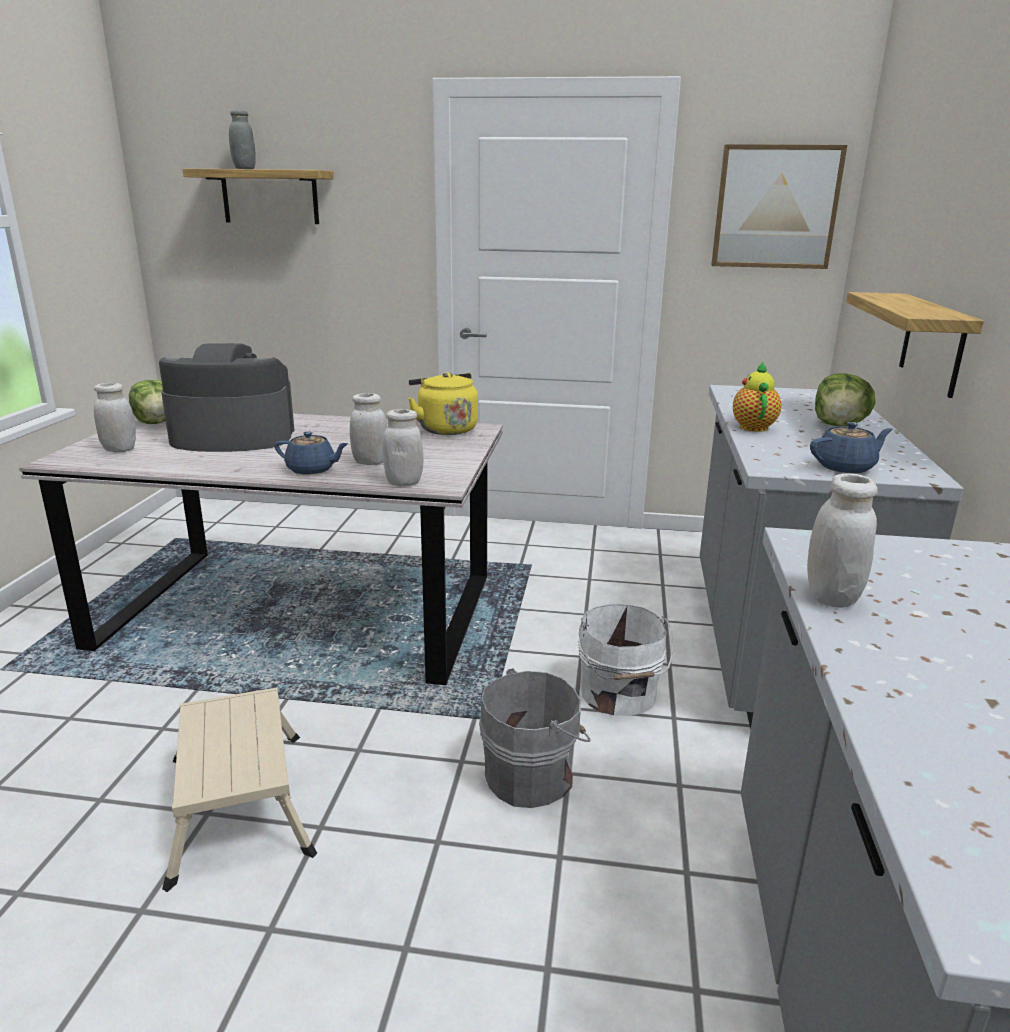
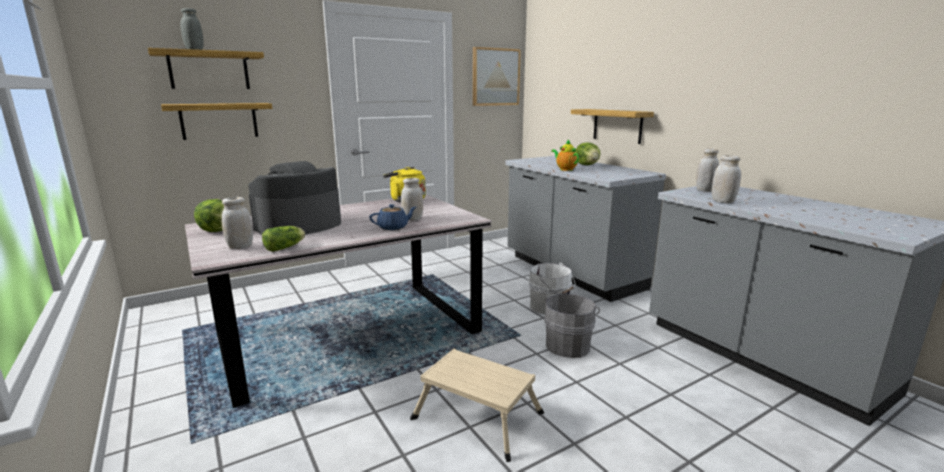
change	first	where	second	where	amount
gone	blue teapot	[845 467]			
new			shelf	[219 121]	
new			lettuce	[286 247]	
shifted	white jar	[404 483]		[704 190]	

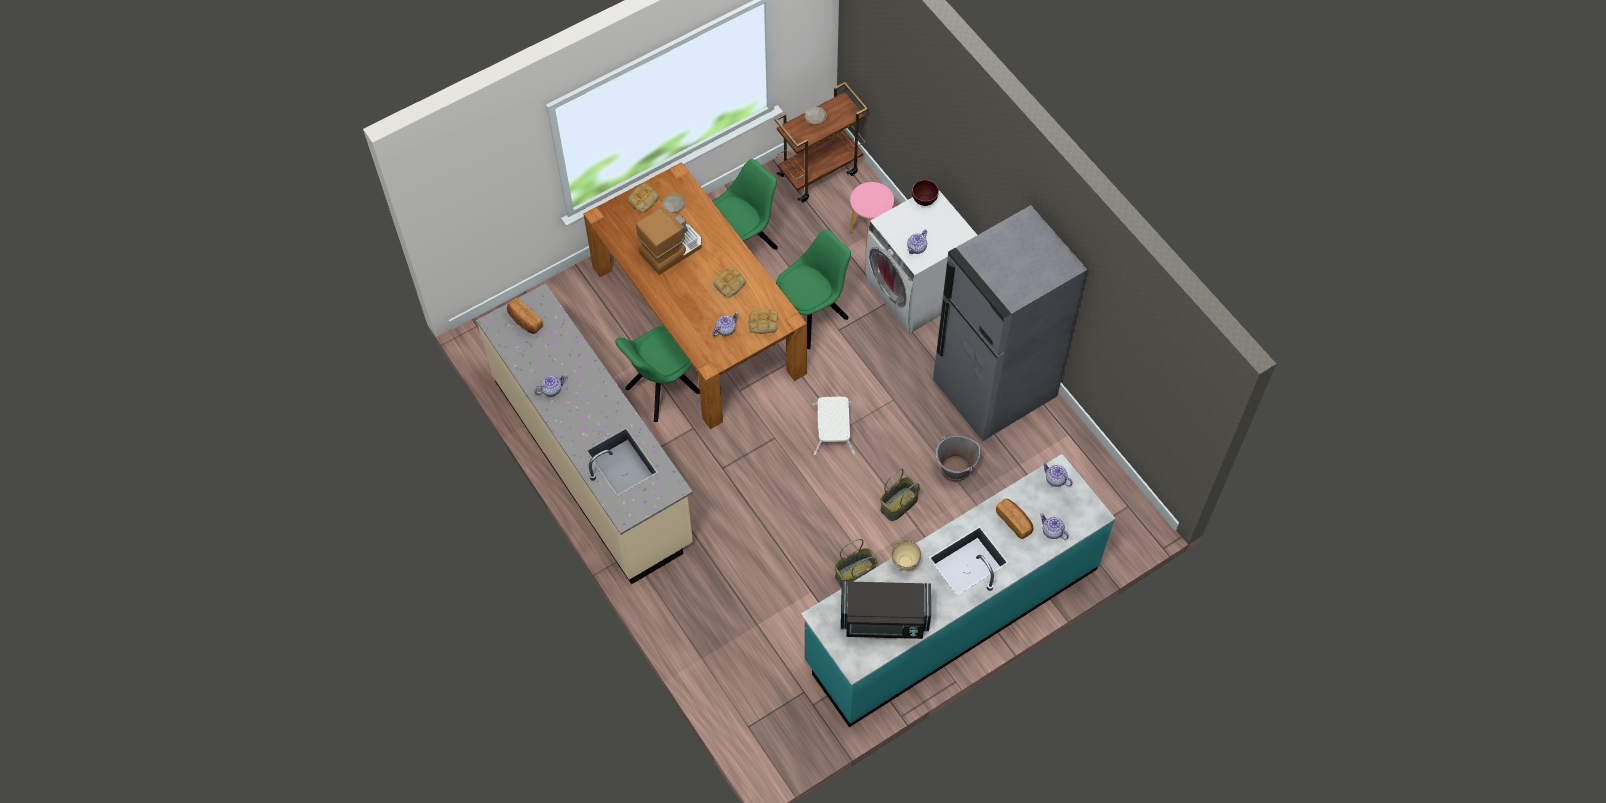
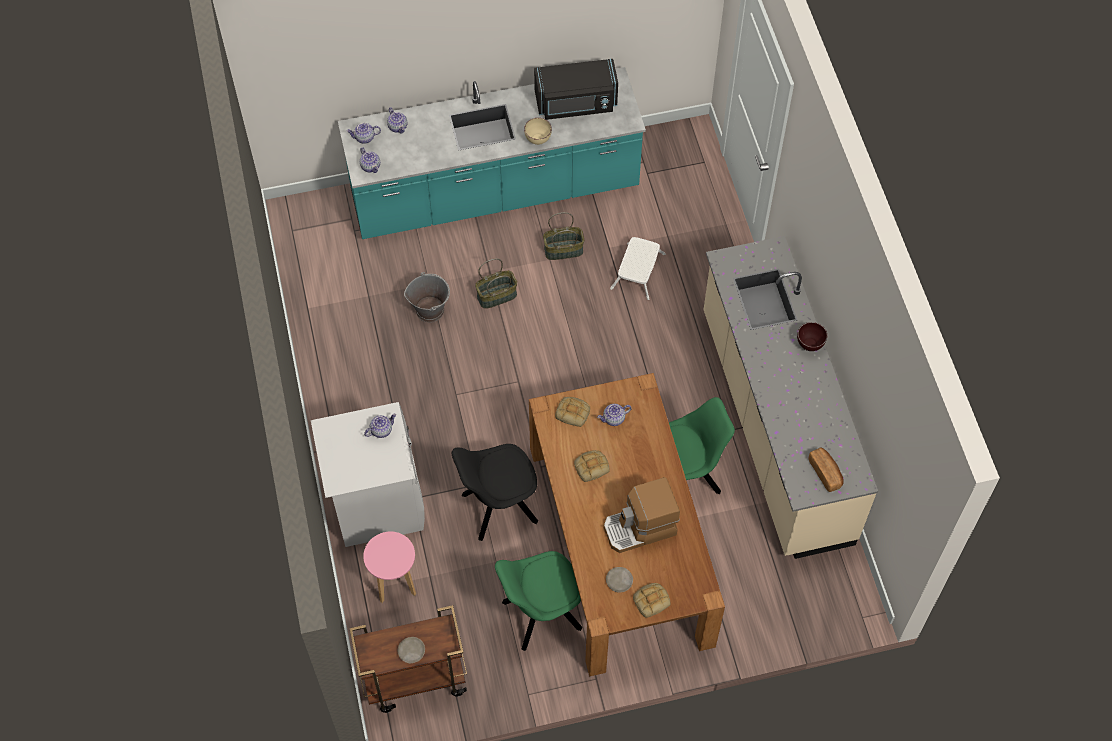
change	first	where	second	where	amount
gone	grey fridge	[995 388]			
gone	bread	[1014 521]			
shifted	teapot	[551 389]		[364 138]	
shifted	white step ladder	[833 428]		[638 271]	
shifted	brown bowl	[924 202]		[809 344]	
repainted	green chair	[812 317]	black chair	[498 507]	
rotated	black microwave	[884 620]		[576 103]	150 degrees clockwise

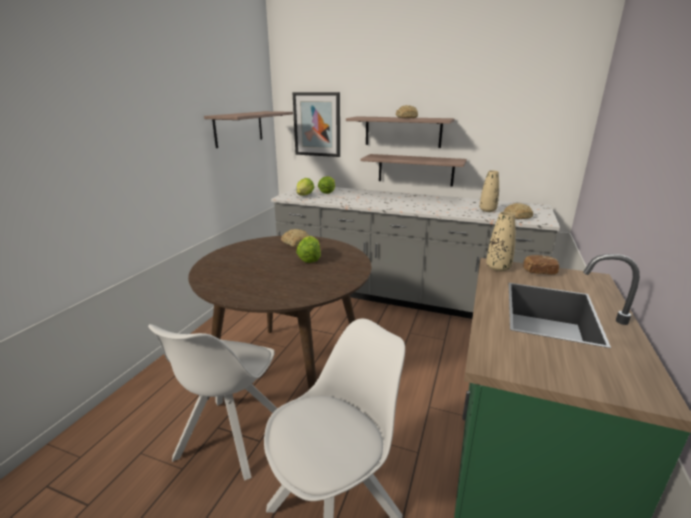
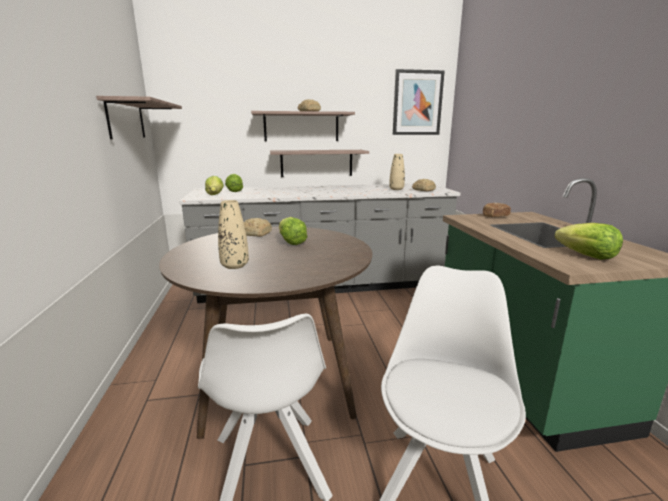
change	first	where	second	where	amount
new			lettuce	[587 256]	
shifted	picture	[317 124]		[417 103]	
shifted	beige vase	[498 268]		[234 265]	

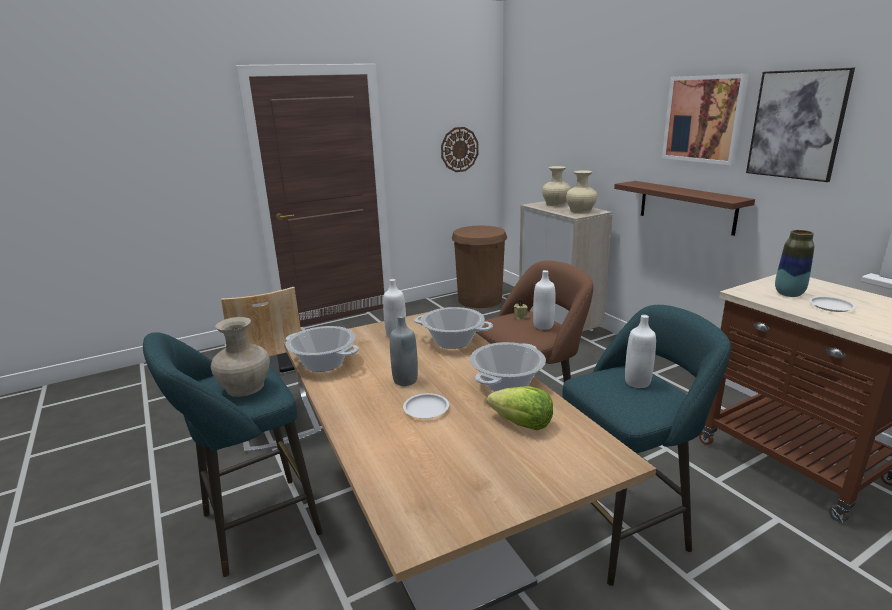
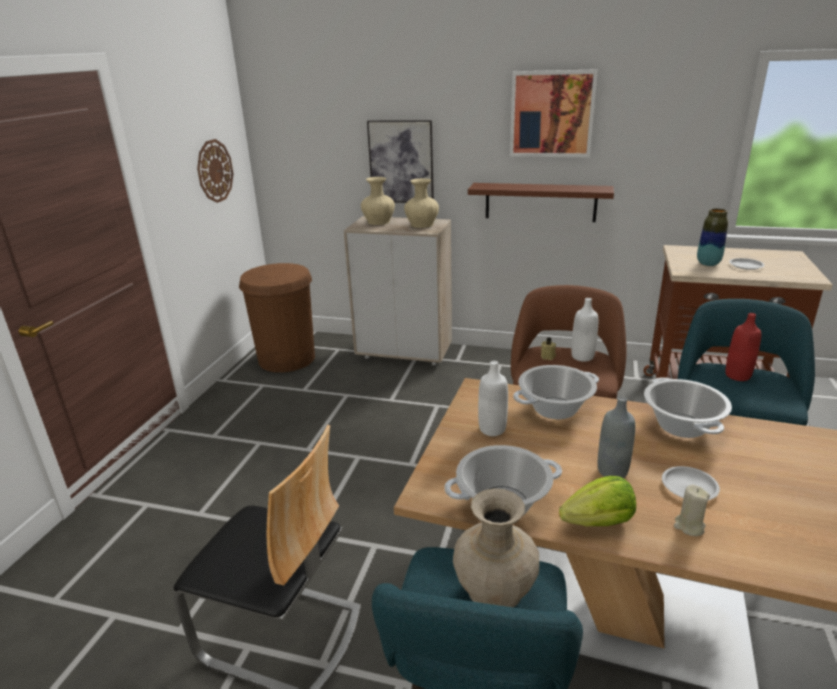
change	first	where	second	where	amount
new			beige candle	[689 526]	
shifted	lettuce	[522 424]		[598 522]	
shifted	picture	[796 125]		[401 162]	
repainted	white bottle	[637 382]	red bottle	[737 376]	

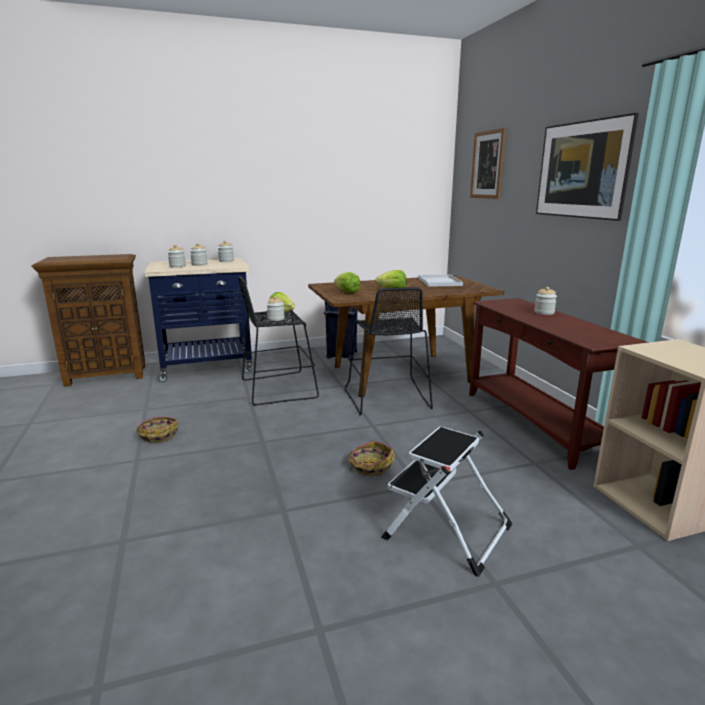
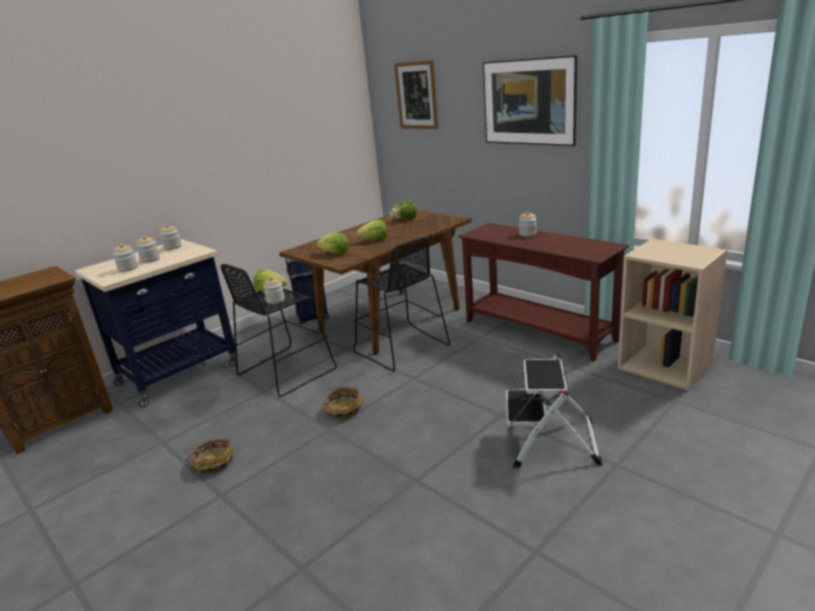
change	first	where	second	where	amount
shifted	basket	[370 466]		[343 410]	
swapped	white tray	[440 282]	lettuce	[404 220]	

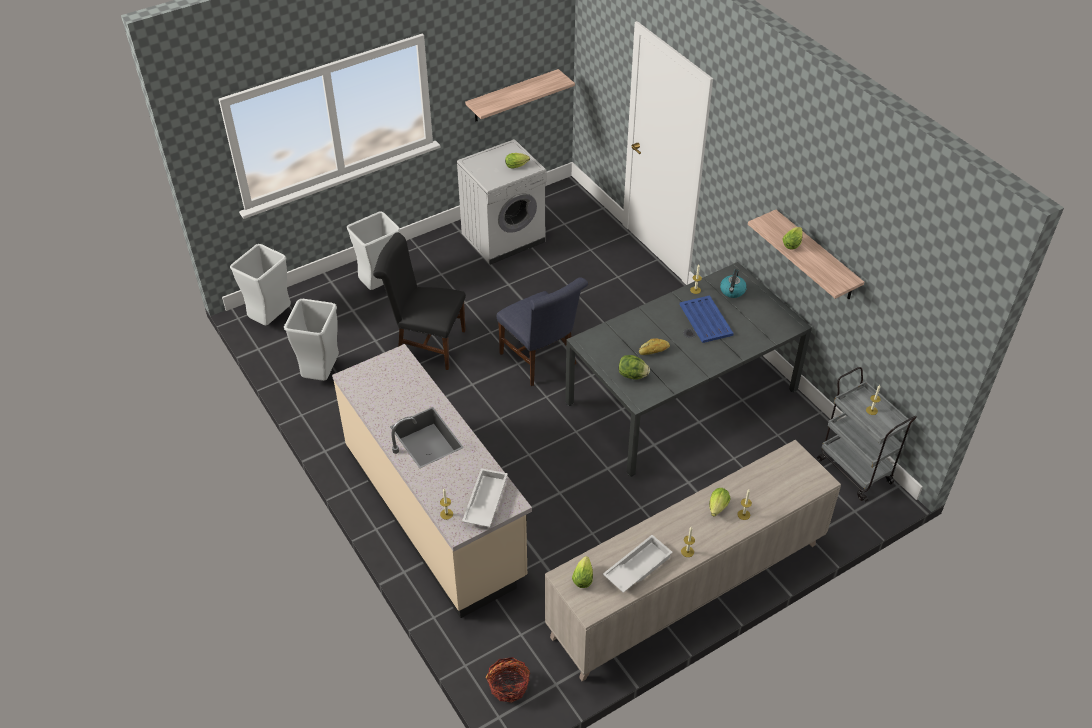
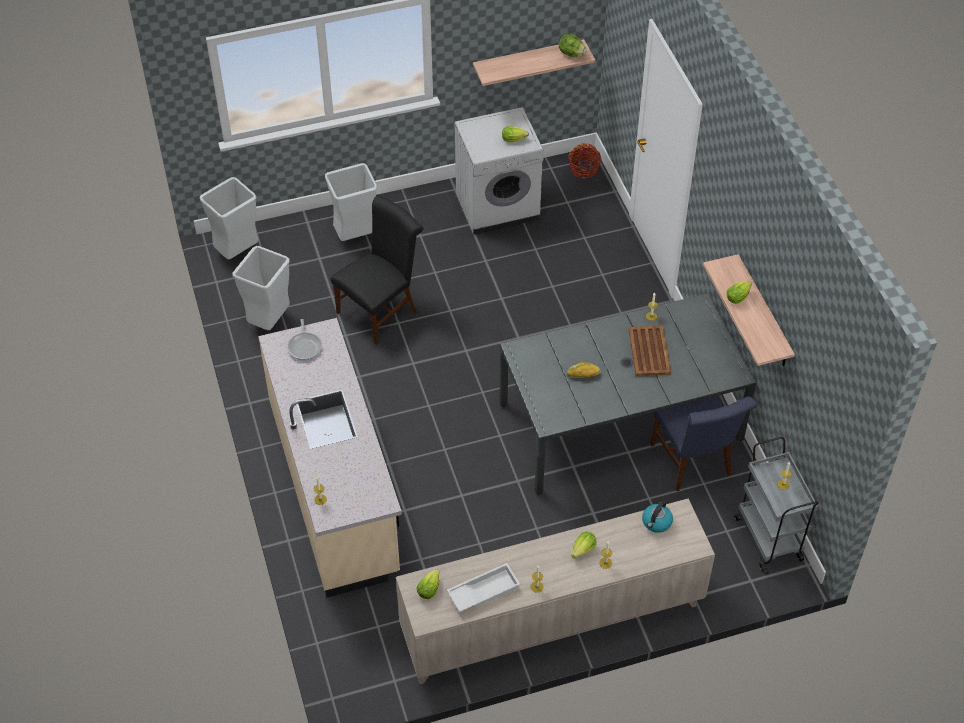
change	first	where	second	where	amount
gone	white tray	[484 501]			
new			frying pan	[305 346]	
shifted	basket	[508 686]		[584 169]	
shifted	blue chair	[541 361]		[693 463]	
shifted	lettuce	[632 375]		[571 54]	
shifted	kettle	[732 291]		[656 522]	
repainted	blue tray	[705 319]	brown tray	[649 351]	
rotated	black chair	[426 344]		[381 310]	105 degrees clockwise

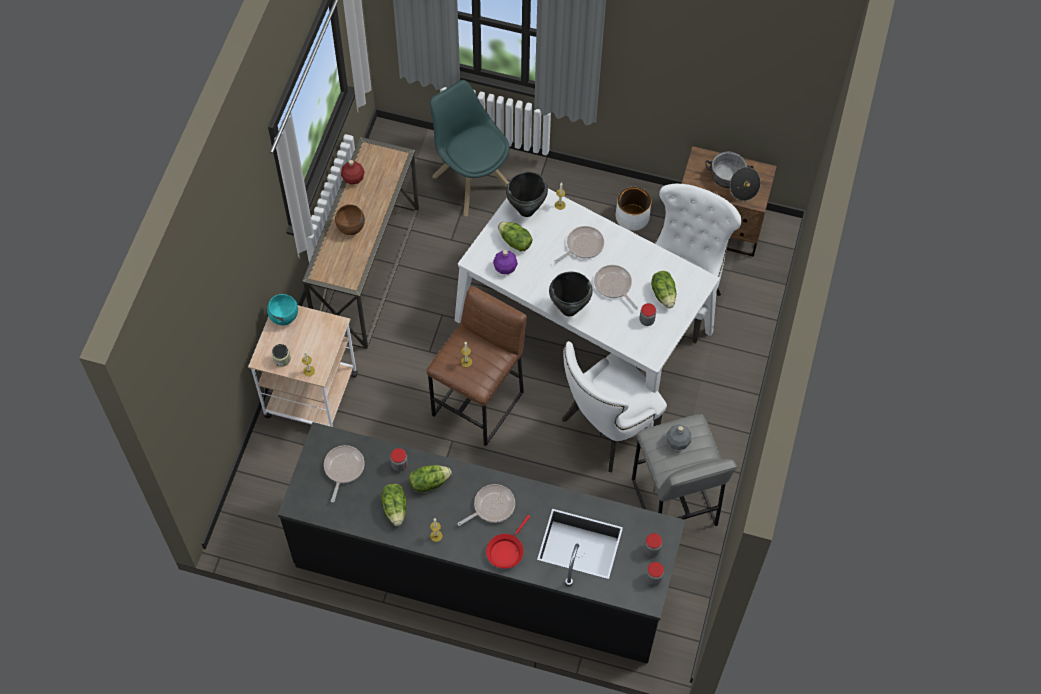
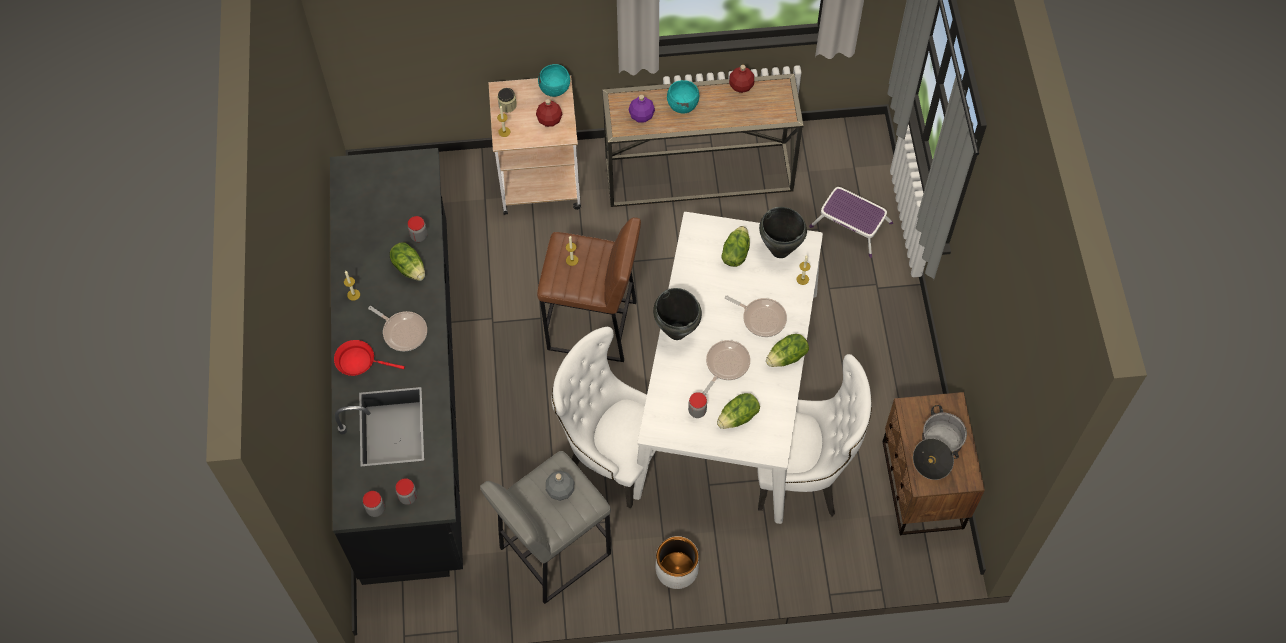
change	first	where	second	where	amount
gone	frying pan	[343 469]			
new			red bottle	[549 120]	
shifted	lettuce	[395 508]		[787 357]	
shifted	purple bottle	[505 267]		[641 115]	
shifted	white planter	[632 217]		[677 569]	
swapped	turquoise chair	[471 182]	purple step ladder	[851 225]	
repainted	brown bowl	[350 227]	turquoise bowl	[682 106]	

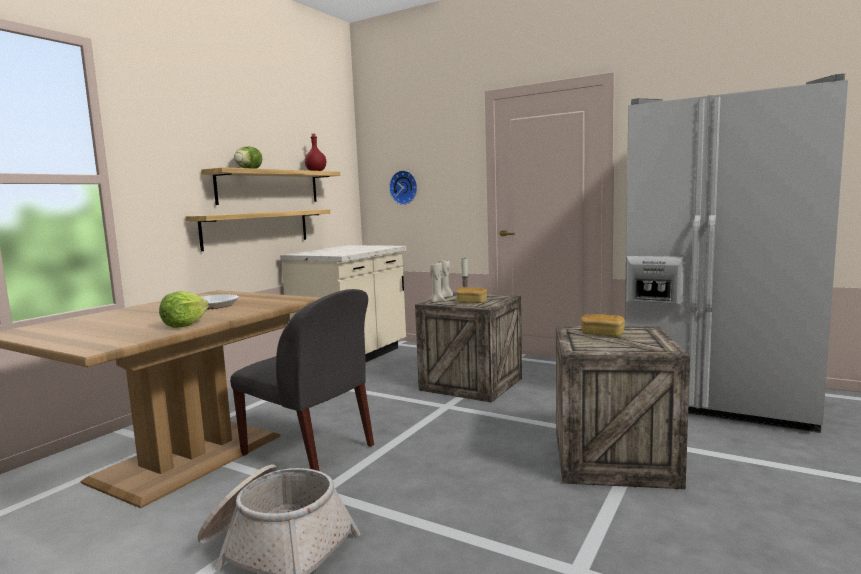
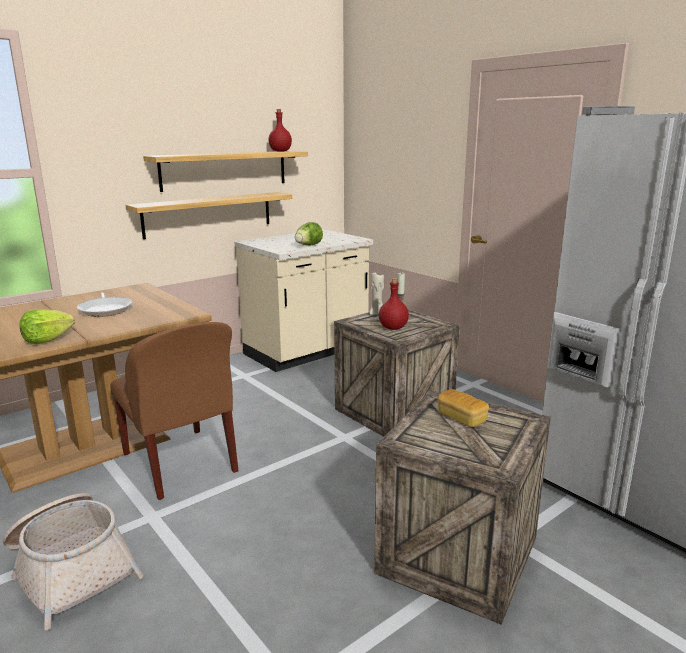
change	first	where	second	where	amount
gone	wall clock	[404 187]			
gone	beige candle	[437 301]			
shifted	lettuce	[248 169]		[308 246]	
swapped	bread	[472 302]	red bottle	[393 328]	
repainted	grey chair	[311 451]	brown chair	[181 464]	

